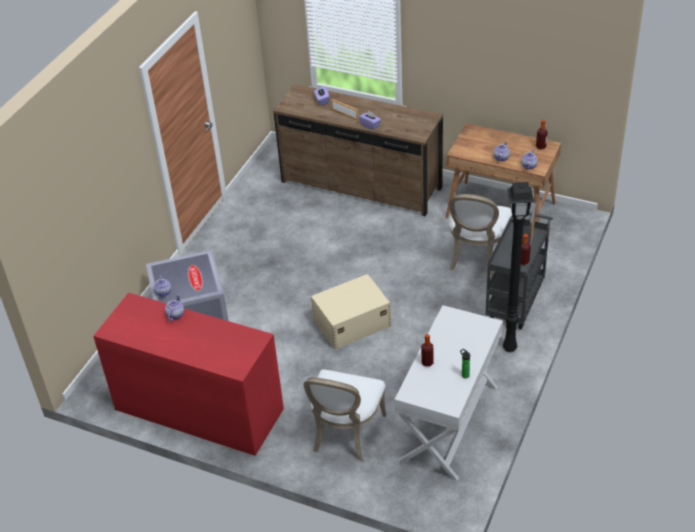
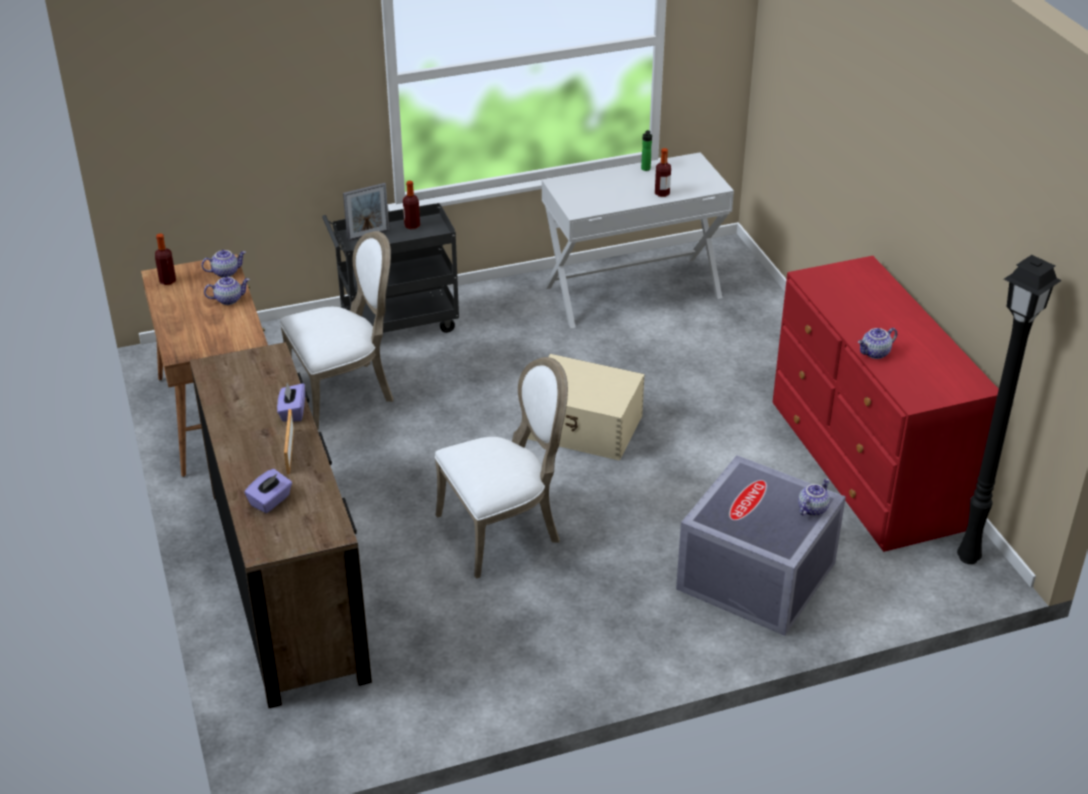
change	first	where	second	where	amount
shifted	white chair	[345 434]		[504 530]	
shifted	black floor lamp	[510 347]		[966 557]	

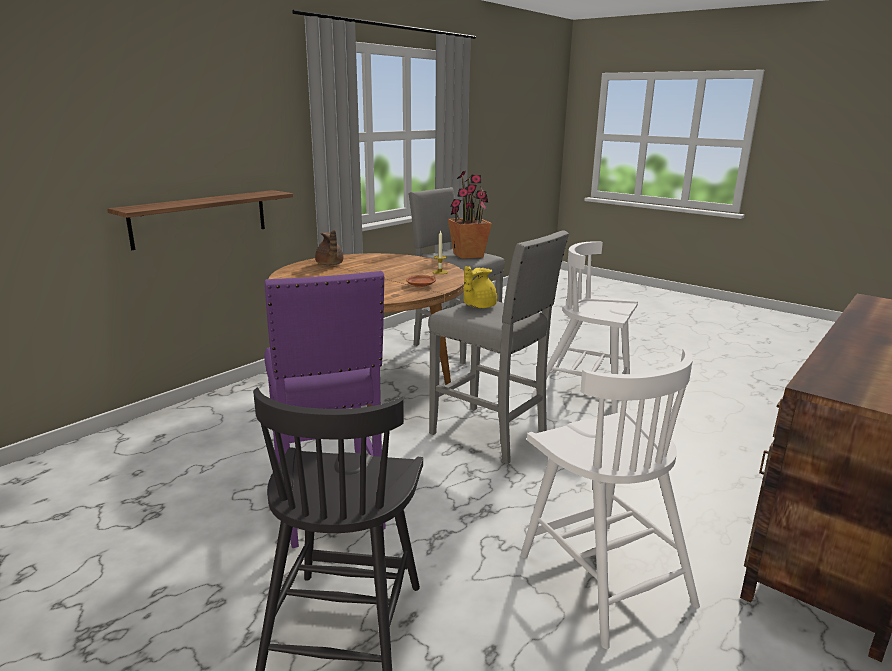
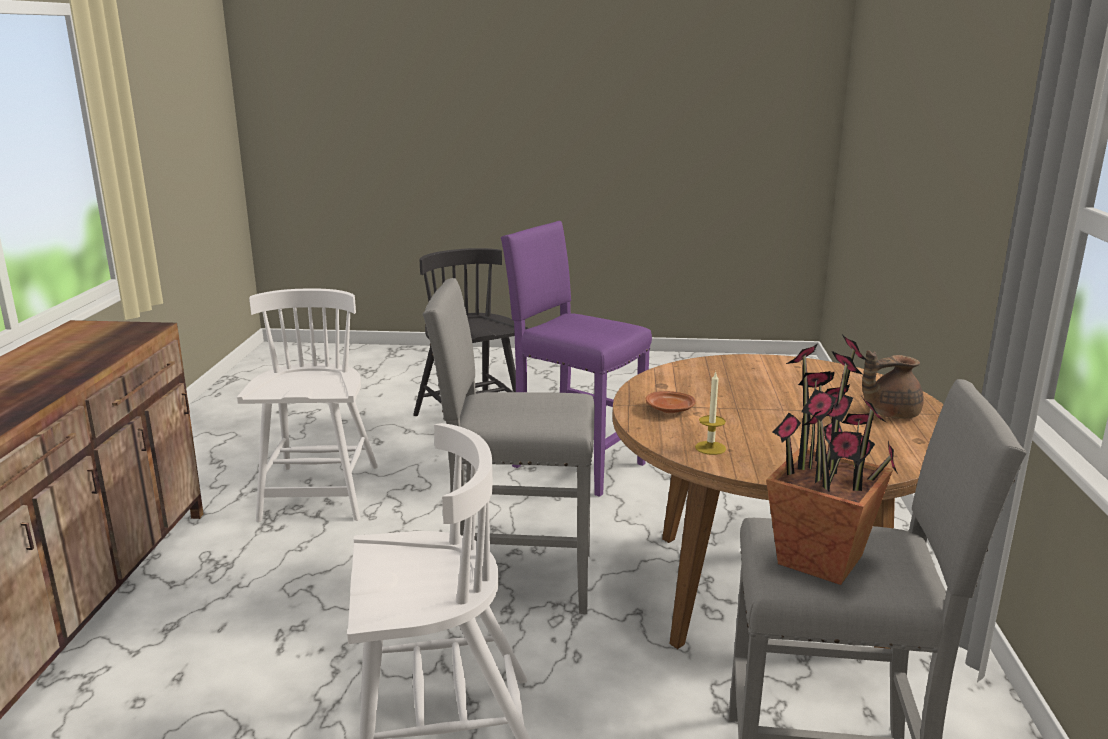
change	first	where	second	where	amount
gone	shelf	[200 218]			
gone	yellow teapot	[478 306]			
rotated	brown teapot	[329 264]		[890 413]	45 degrees counterclockwise
rotated	white chair	[602 576]		[319 494]	60 degrees clockwise

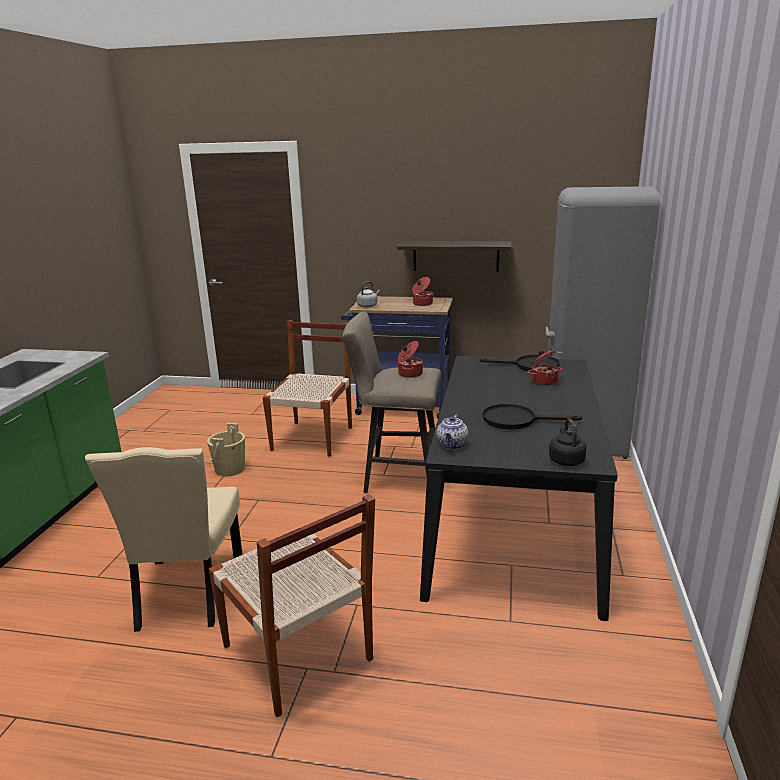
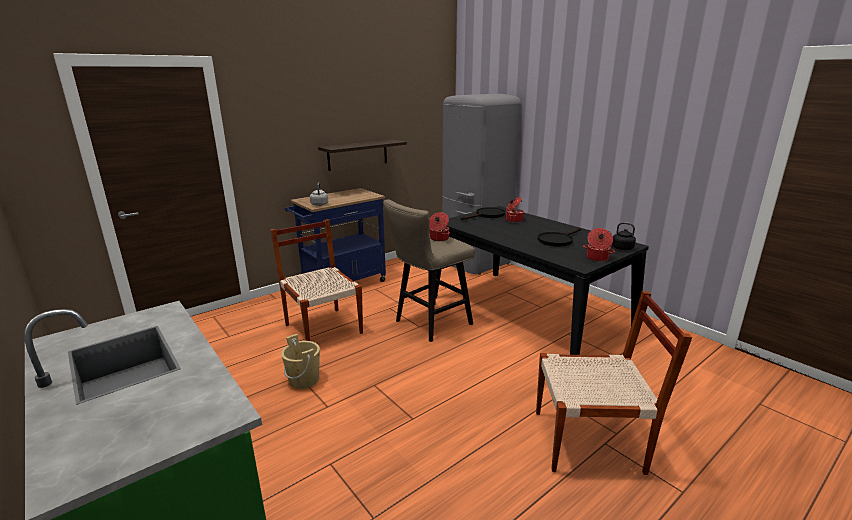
change	first	where	second	where	amount
gone	beige chair	[188 589]			
gone	teapot	[452 445]			
shifted	cooking pot	[422 304]		[597 258]	

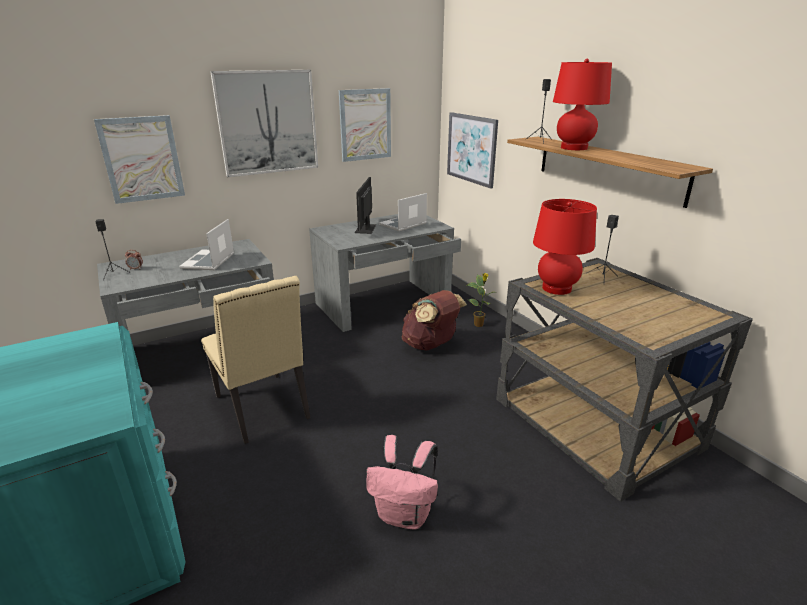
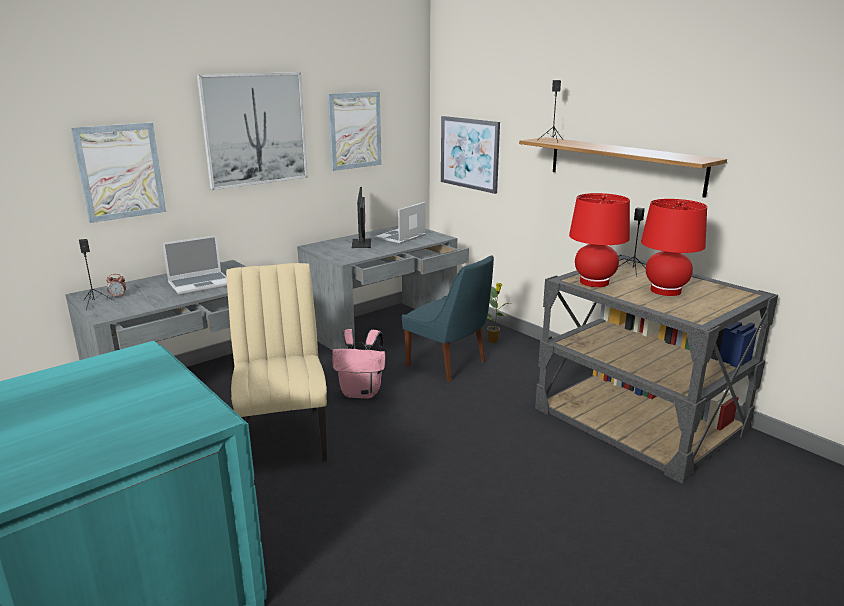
change	first	where	second	where	amount
shifted	pink backpack	[405 515]		[362 393]	
shifted	red table lamp	[574 148]		[665 290]	
swapped	brown backpack	[430 345]	blue chair	[449 364]	
rotated	laptop	[208 261]		[201 284]	120 degrees counterclockwise
rotated	beige chair	[261 406]		[284 439]	150 degrees counterclockwise

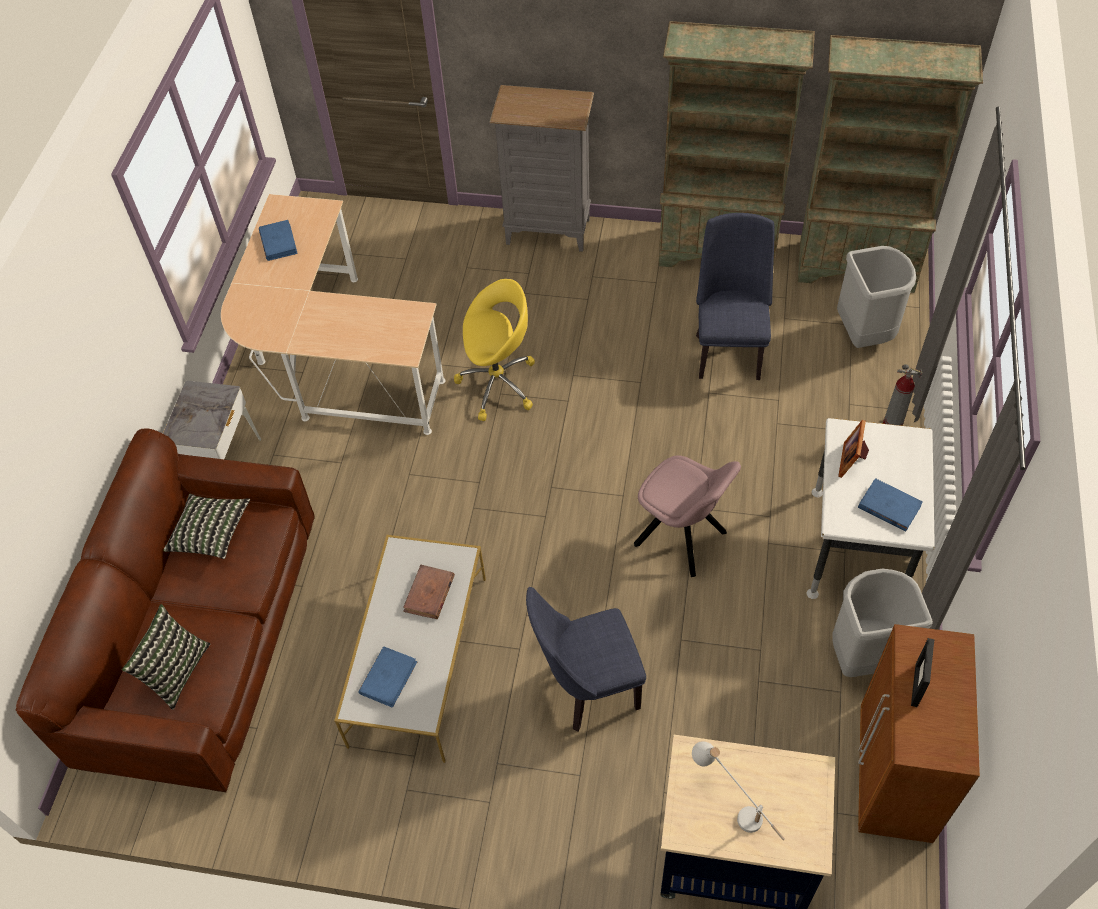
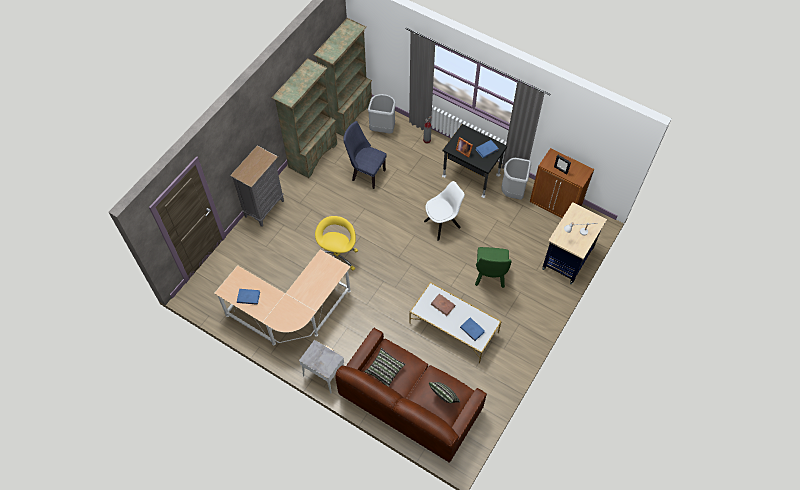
change	first	where	second	where	amount
repainted	blue chair	[587 690]	green chair	[490 278]	
repainted	pink chair	[681 538]	white chair	[442 224]	
repainted	white desk	[856 547]	black desk	[471 175]	

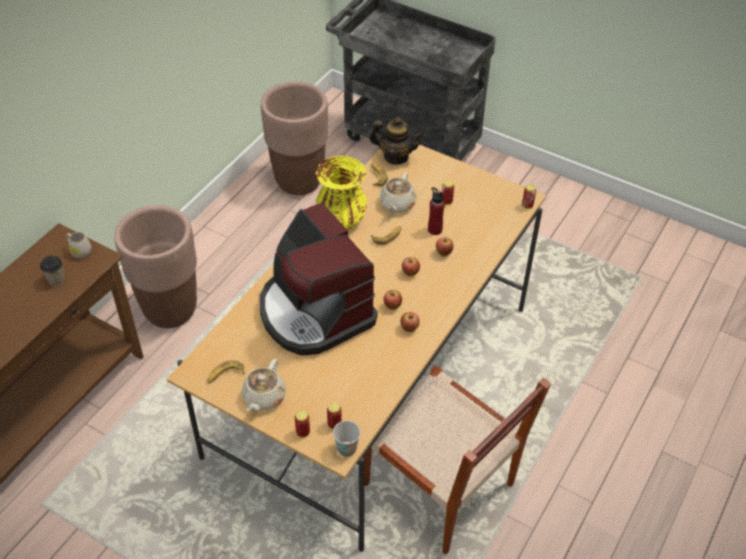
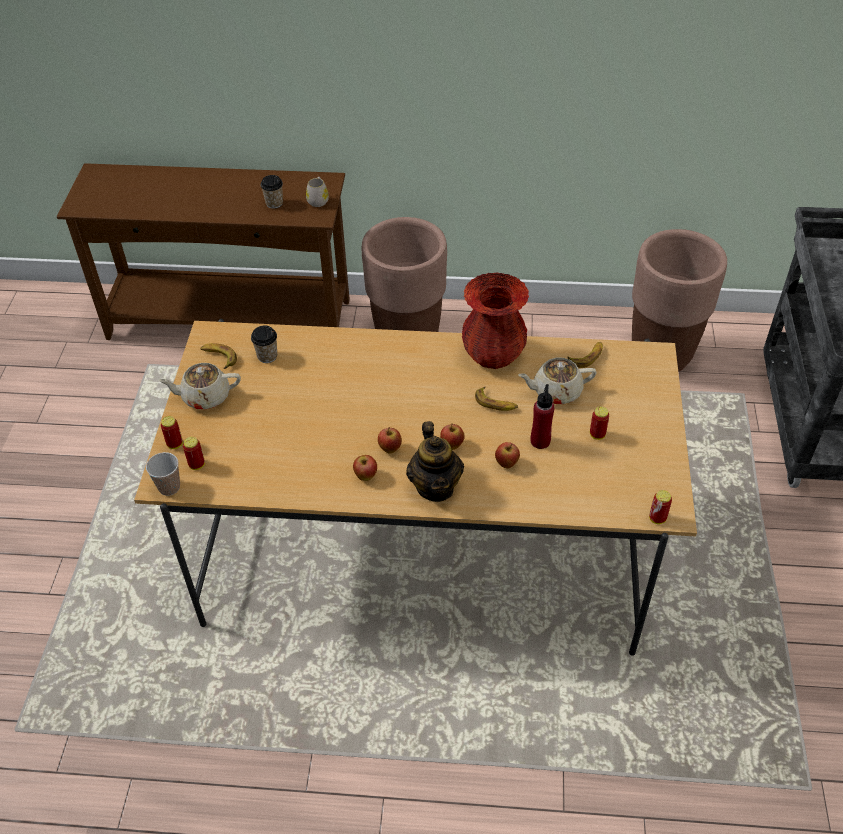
change	first	where	second	where	amount
gone	coffee machine	[314 312]			
gone	chair	[441 488]			
new			cup	[267 356]	
shifted	teapot	[396 157]		[435 486]	
repainted	yellow vase	[342 220]	red vase	[493 355]	

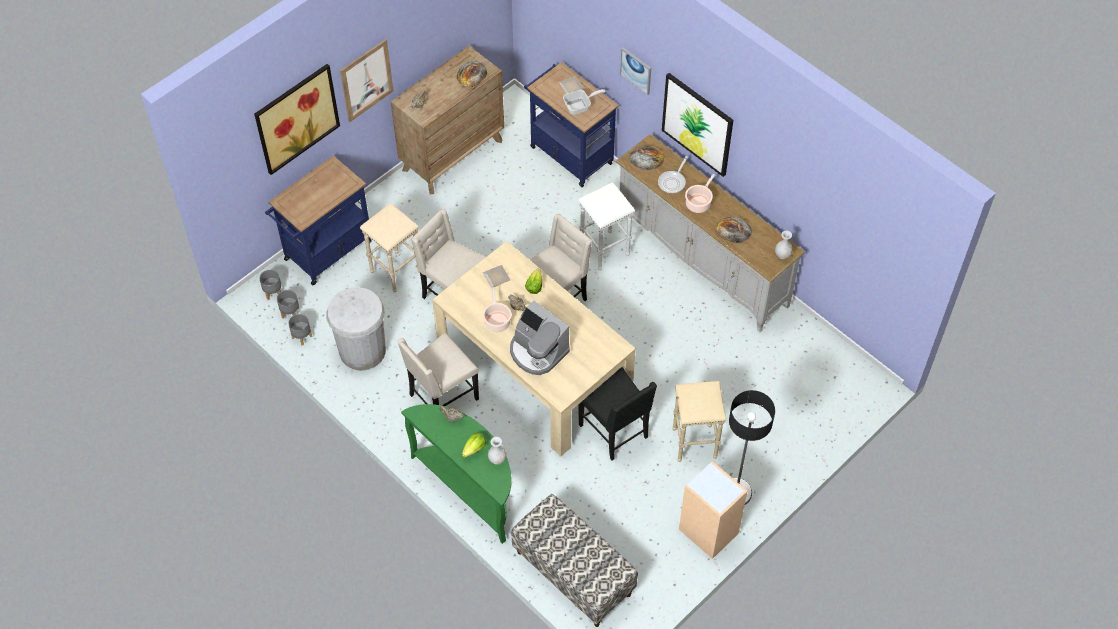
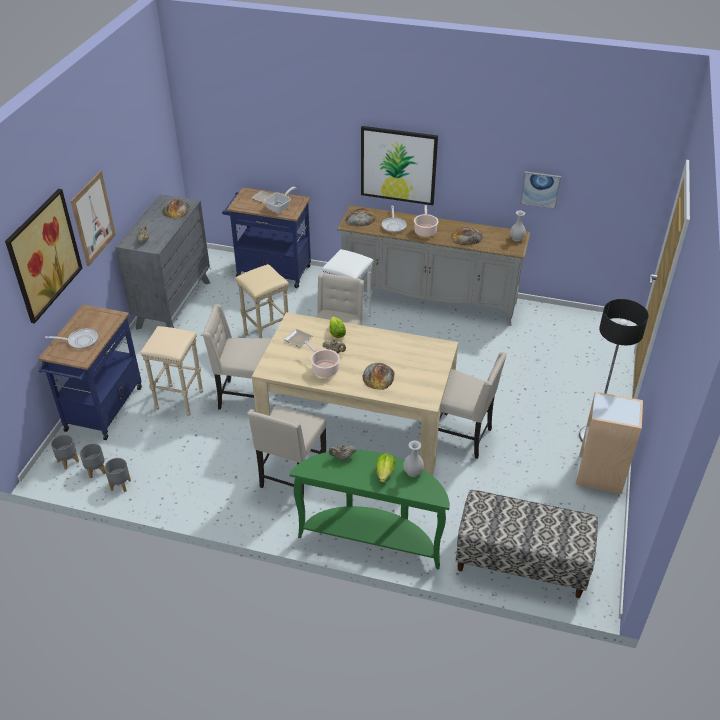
change	first	where	second	where	amount
gone	white trash can	[362 350]			
new			frying pan	[80 341]	
shifted	picture	[636 70]		[540 189]	
shifted	beige stool	[693 443]		[266 337]	
swapped	coffee machine	[537 351]	bread	[378 376]	
repainted	brown dresser	[452 155]	grey dresser	[173 304]	
repainted	black chair	[615 432]	beige chair	[462 436]	

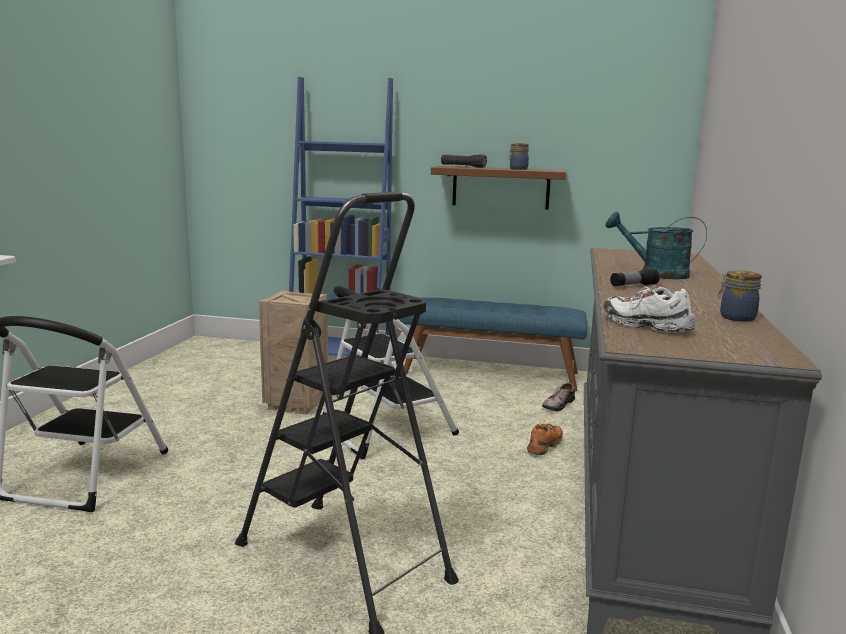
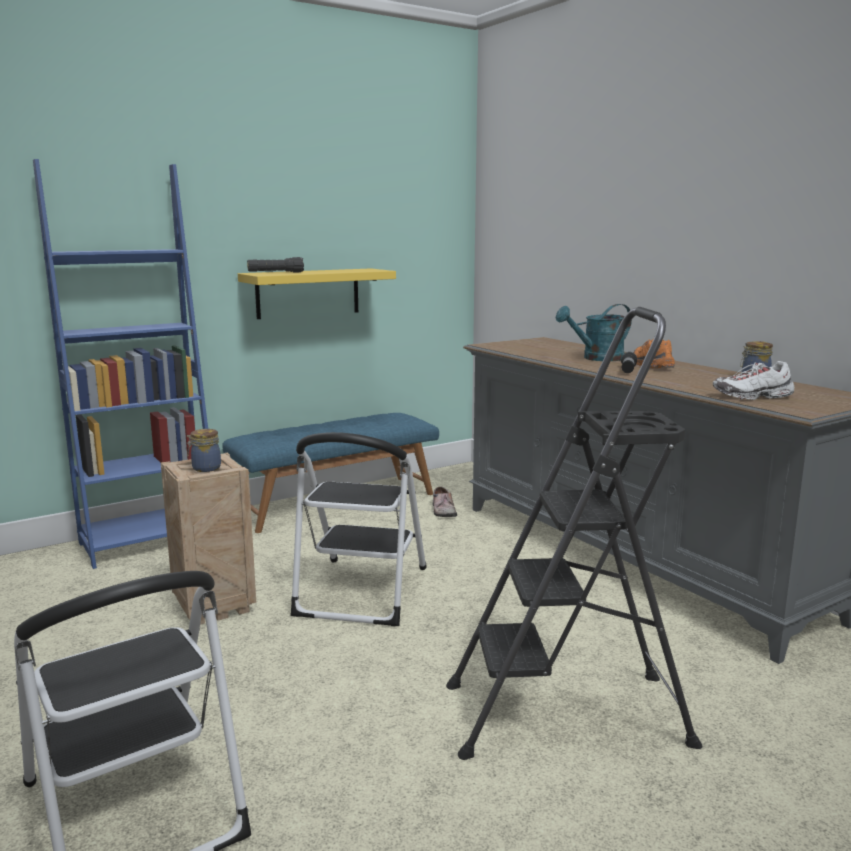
change	first	where	second	where	amount
shifted	jar	[517 169]		[205 468]	
shifted	orange shoe	[544 446]		[652 365]	
repainted	brown shelf	[500 187]	yellow shelf	[308 293]	

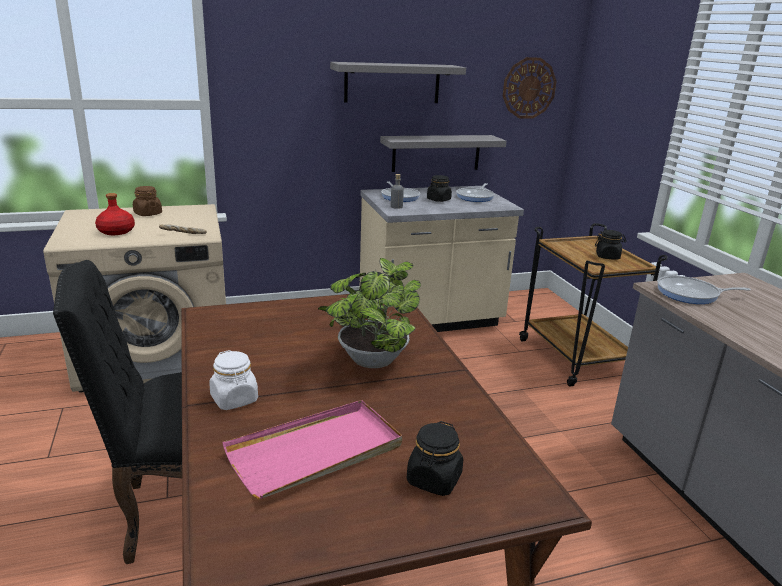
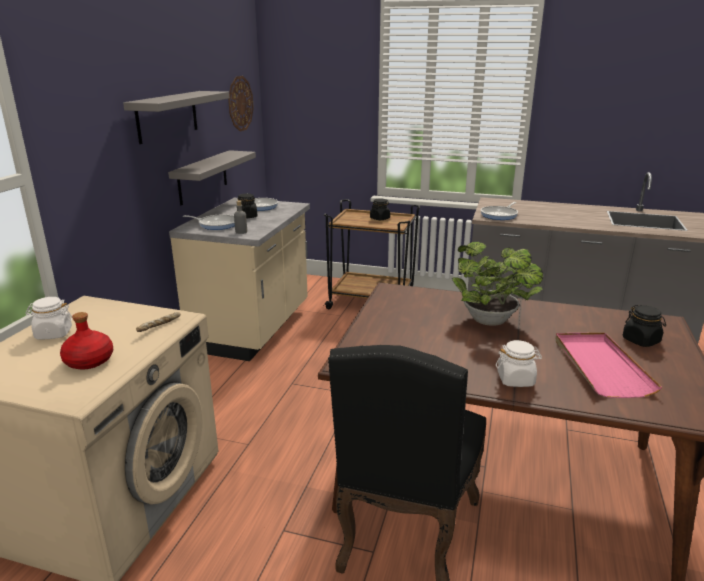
change	first	where	second	where	amount
repainted	brown jar	[148 214]	white jar	[53 334]	

